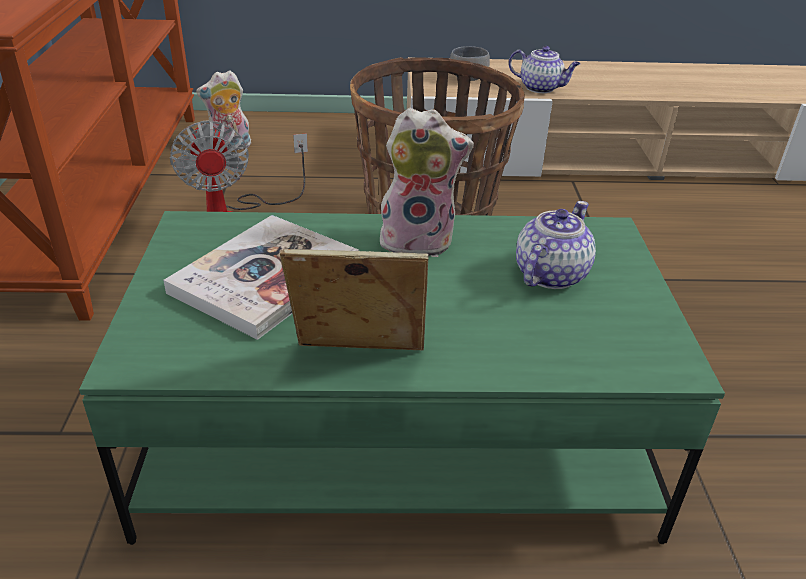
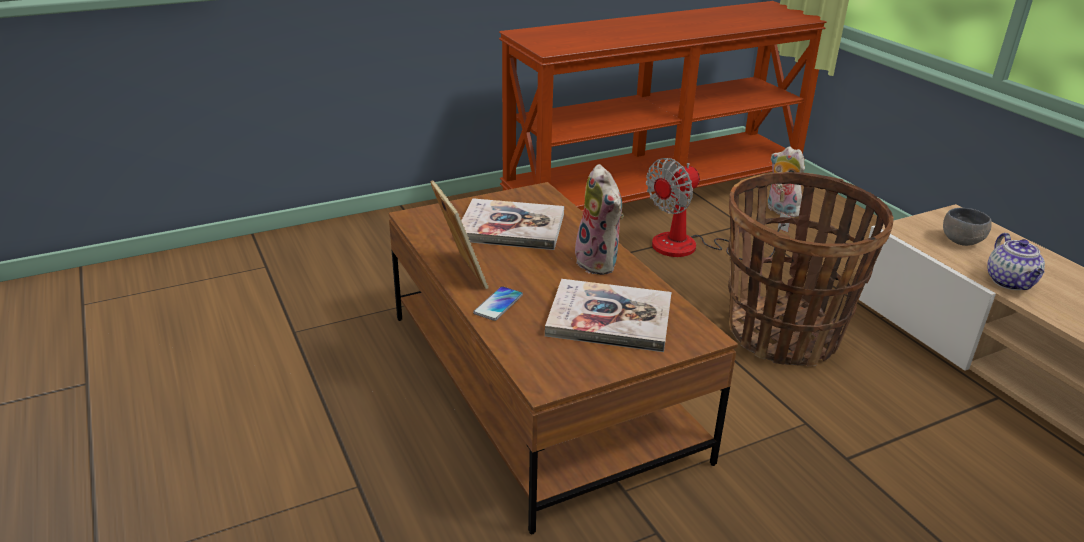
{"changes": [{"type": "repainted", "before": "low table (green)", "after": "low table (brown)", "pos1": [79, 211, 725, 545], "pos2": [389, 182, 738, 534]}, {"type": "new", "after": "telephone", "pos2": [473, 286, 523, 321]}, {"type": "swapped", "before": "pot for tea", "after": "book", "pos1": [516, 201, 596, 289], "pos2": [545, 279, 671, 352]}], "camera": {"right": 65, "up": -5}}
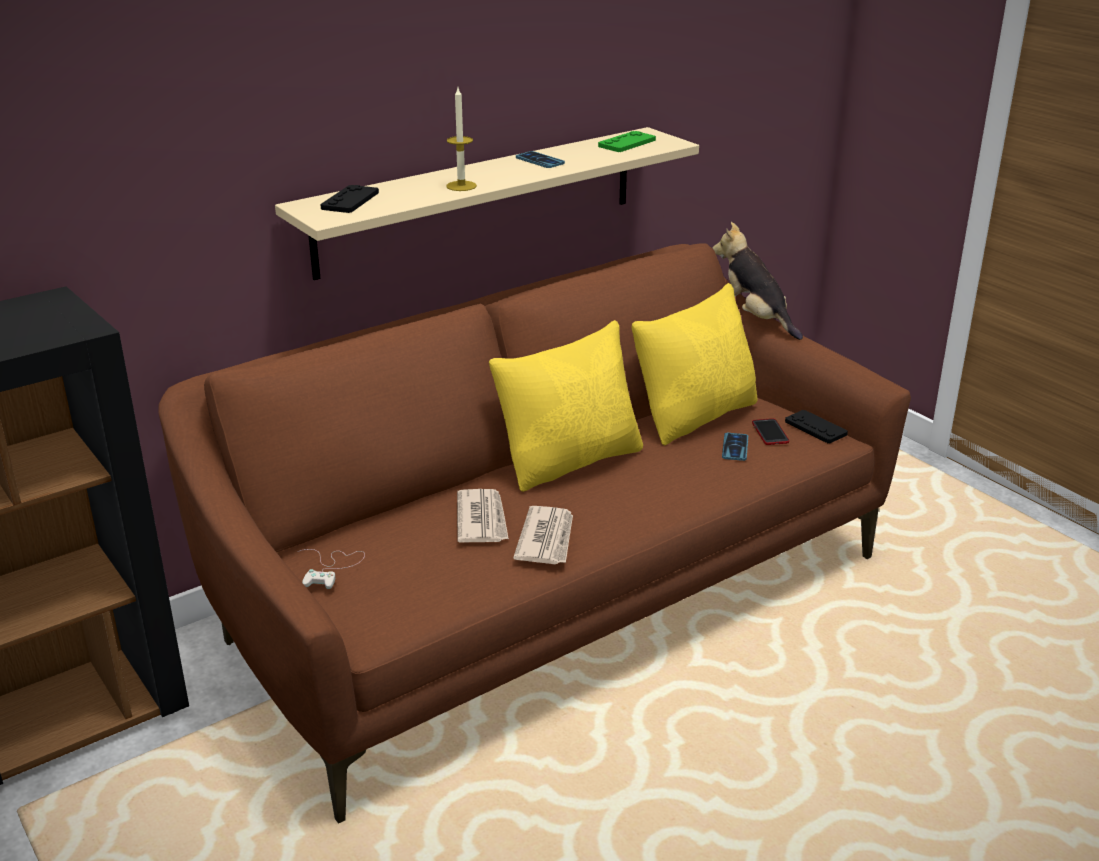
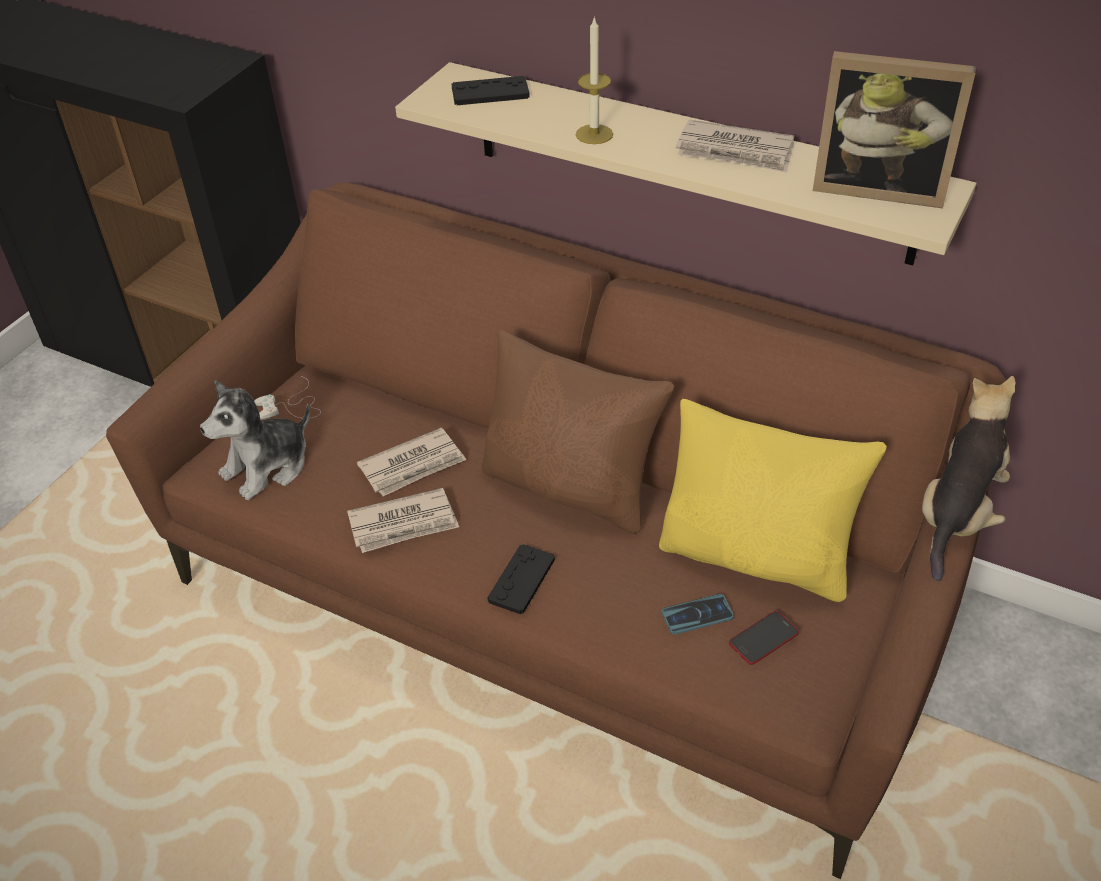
{"changes": [{"type": "new", "after": "plush toy", "pos2": [200, 380, 310, 500]}, {"type": "repainted", "before": "pillow (yellowish)", "after": "pillow (brown)", "pos1": [489, 320, 643, 492], "pos2": [481, 330, 674, 534]}, {"type": "shifted", "before": "joypad (black)", "pos1": [785, 410, 848, 443], "pos2": [487, 544, 555, 614]}, {"type": "swapped", "before": "telephone", "after": "daily paper", "pos1": [516, 151, 565, 168], "pos2": [676, 120, 794, 173]}, {"type": "swapped", "before": "joypad (green)", "after": "picture frame", "pos1": [598, 131, 656, 152], "pos2": [813, 51, 976, 208]}], "camera": {"right": 65, "up": 15}}
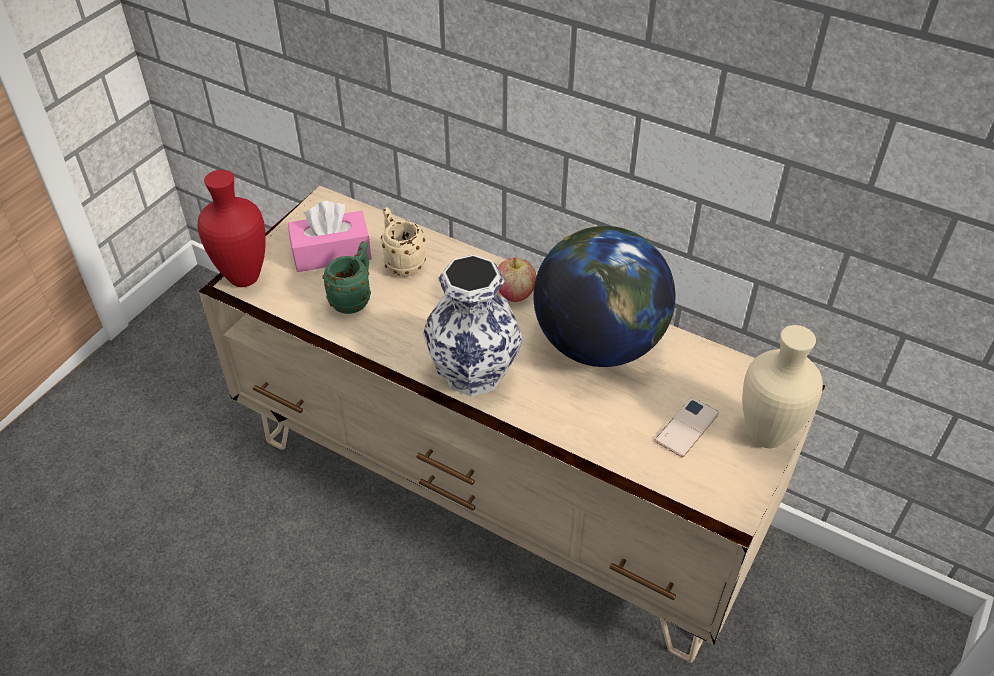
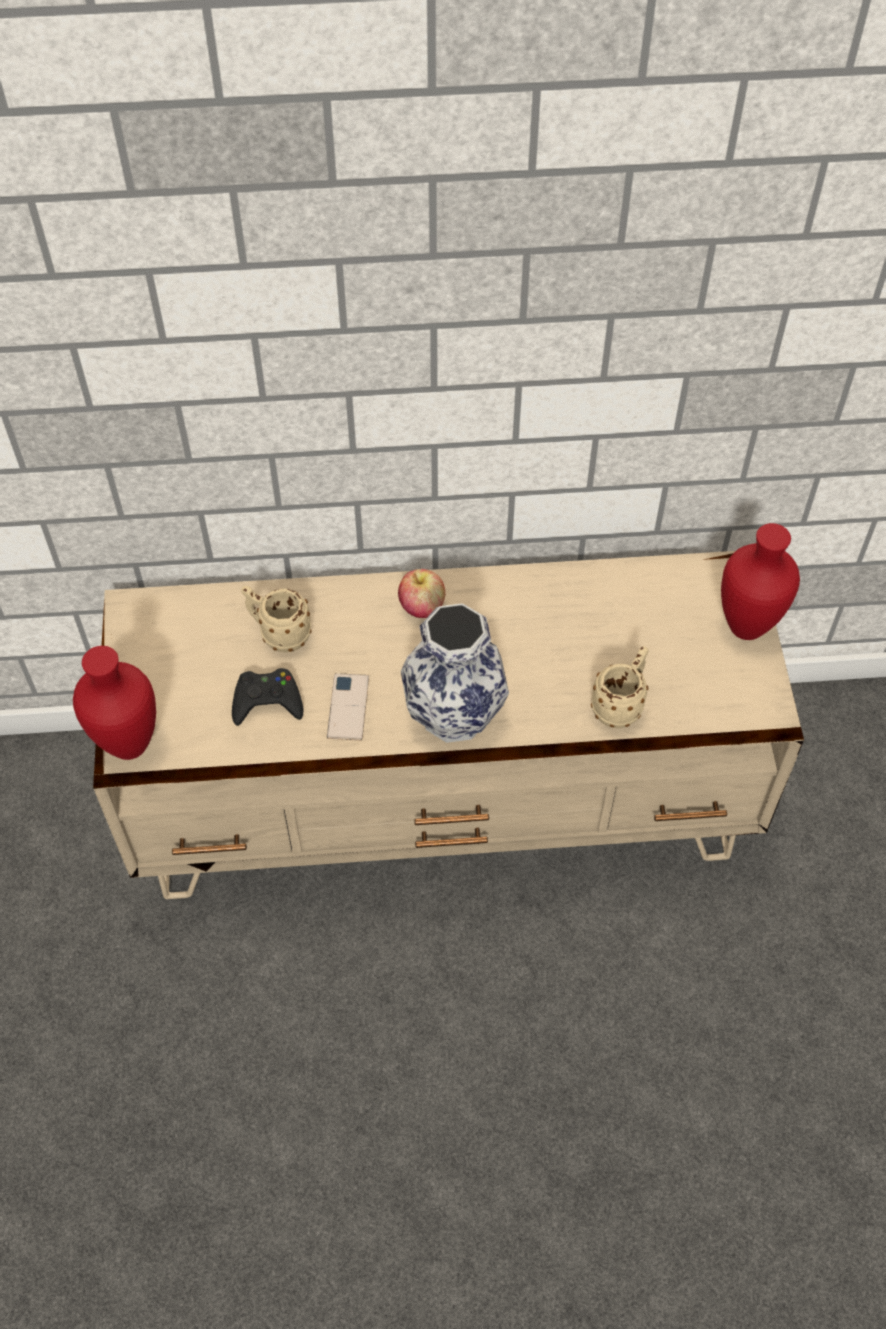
{"changes": [{"type": "swapped", "before": "mug (green)", "after": "joypad (black)", "pos1": [323, 241, 371, 314], "pos2": [232, 668, 303, 726]}, {"type": "shifted", "before": "telephone", "pos1": [654, 397, 719, 457], "pos2": [327, 673, 369, 740]}, {"type": "new", "after": "mug (beige-coloured)", "pos2": [591, 646, 648, 728]}, {"type": "repainted", "before": "vase (beige-coloured)", "after": "vase (red-coloured)", "pos1": [742, 325, 823, 448], "pos2": [721, 523, 800, 640]}, {"type": "gone", "before": "box of tissues (pinkish)", "pos1": [288, 201, 372, 272]}, {"type": "gone", "before": "world globe", "pos1": [534, 226, 675, 367]}], "camera": {"right": -35, "up": 10}}
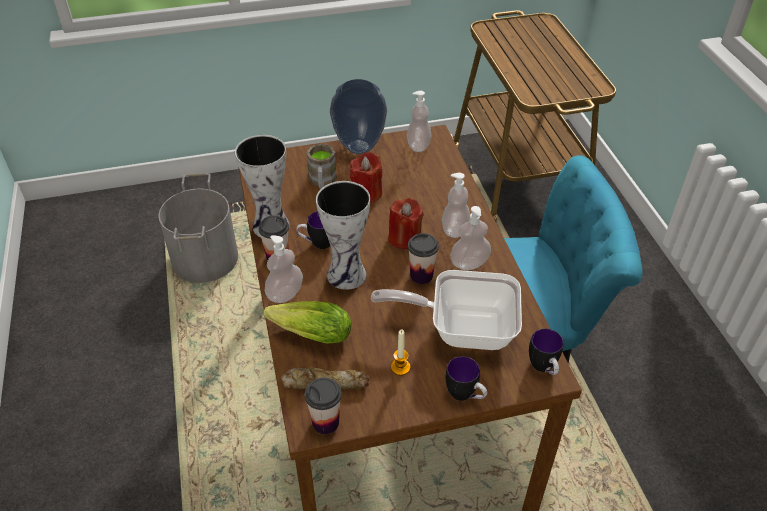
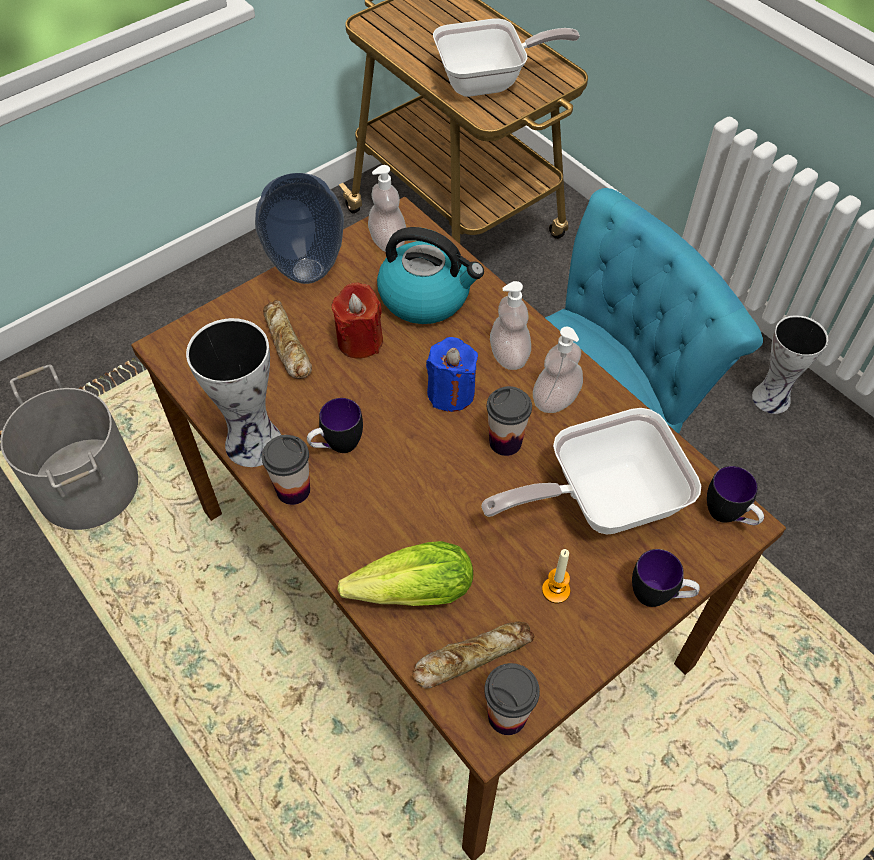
{"changes": [{"type": "swapped", "before": "mug (brown)", "after": "bakery bread", "pos1": [306, 144, 337, 189], "pos2": [263, 300, 312, 379]}, {"type": "new", "after": "kettle", "pos2": [377, 227, 484, 324]}, {"type": "repainted", "before": "wax candle (red-coloured)", "after": "wax candle (blue)", "pos1": [388, 198, 424, 249], "pos2": [426, 337, 478, 412]}, {"type": "new", "after": "pan", "pos2": [433, 18, 580, 97]}, {"type": "shifted", "before": "vase", "pos1": [316, 181, 370, 290], "pos2": [752, 315, 828, 414]}, {"type": "gone", "before": "soap bottle", "pos1": [264, 235, 303, 303]}], "camera": {"right": -25, "up": 10}}
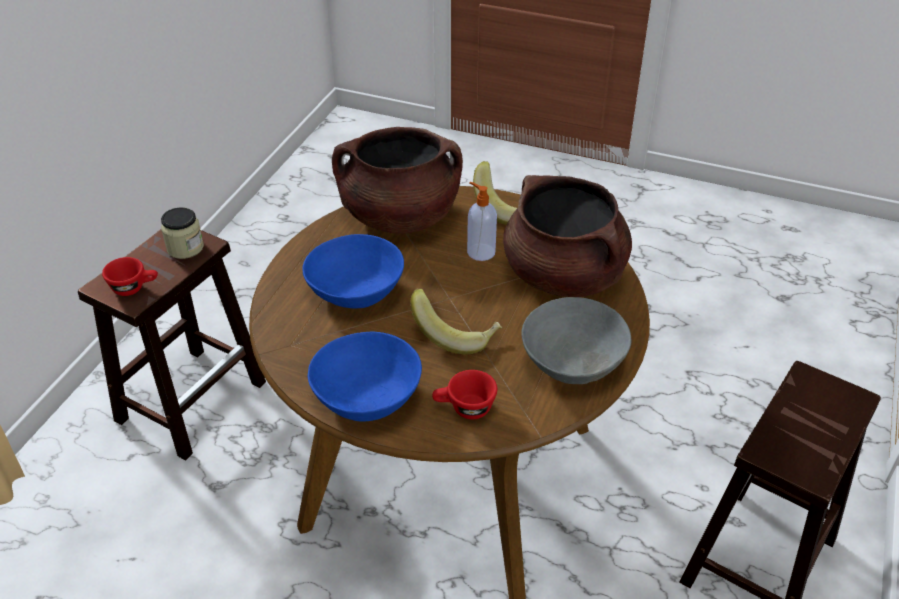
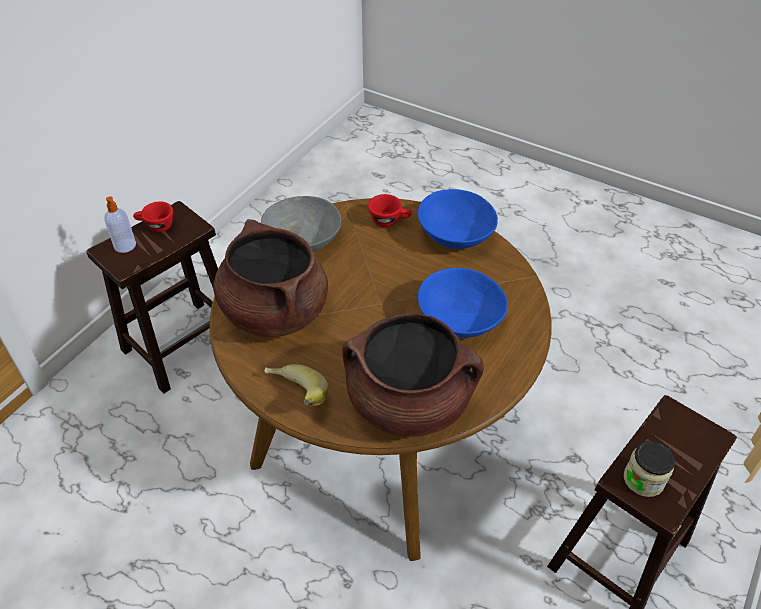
{"changes": [{"type": "shifted", "before": "soap bottle", "pos1": [467, 182, 497, 261], "pos2": [104, 196, 136, 253]}, {"type": "shifted", "before": "small cup (red-coloured)", "pos1": [102, 257, 158, 296], "pos2": [133, 201, 173, 232]}, {"type": "gone", "before": "banana fruit", "pos1": [410, 289, 502, 354]}], "camera": {"right": -170, "up": 5}}
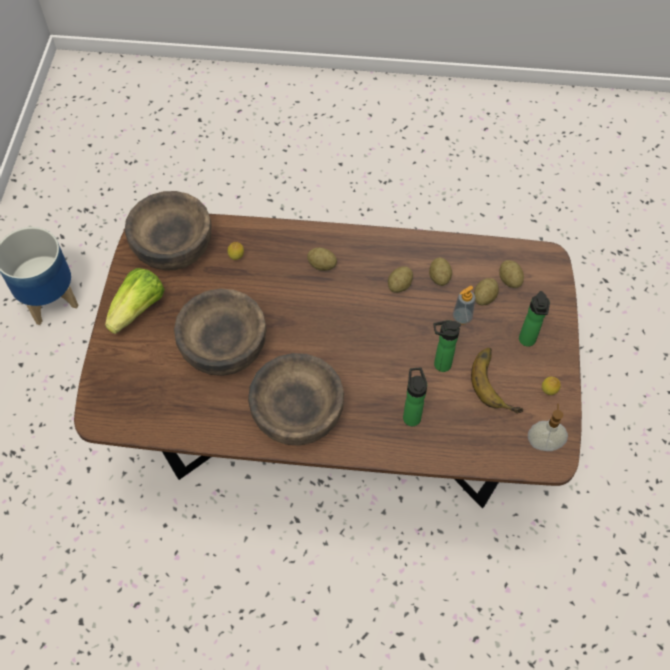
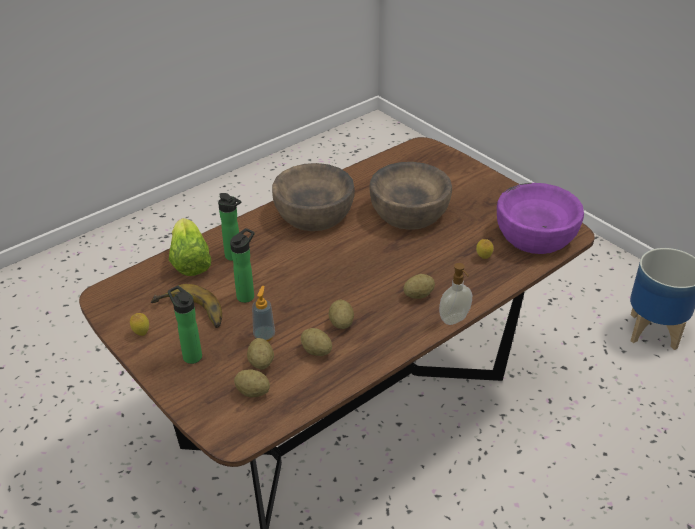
{"changes": [{"type": "shifted", "before": "head of lettuce", "pos1": [105, 268, 165, 334], "pos2": [169, 218, 211, 276]}, {"type": "shifted", "before": "soap bottle", "pos1": [528, 404, 568, 451], "pos2": [439, 263, 472, 325]}, {"type": "repainted", "before": "deep dish (brown)", "after": "deep dish (purplish)", "pos1": [125, 191, 211, 271], "pos2": [497, 183, 584, 254]}], "camera": {"right": 135, "up": -20}}
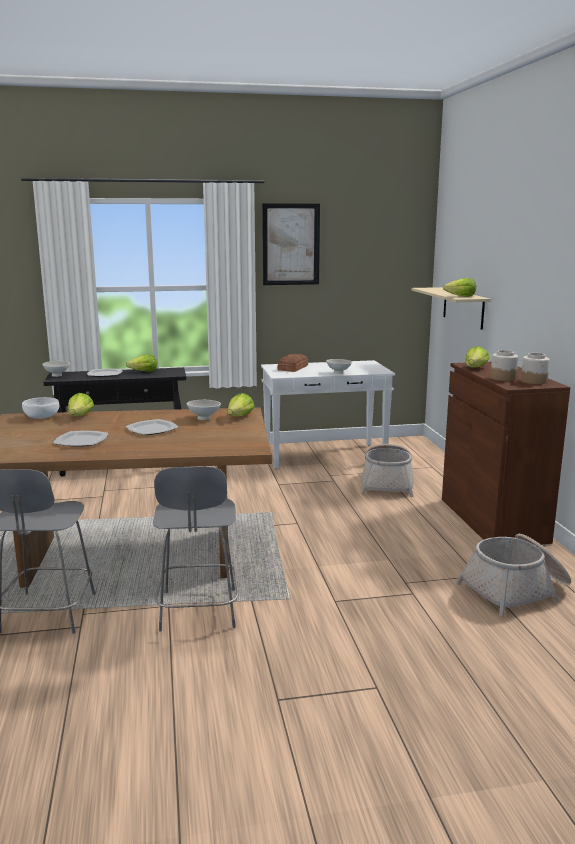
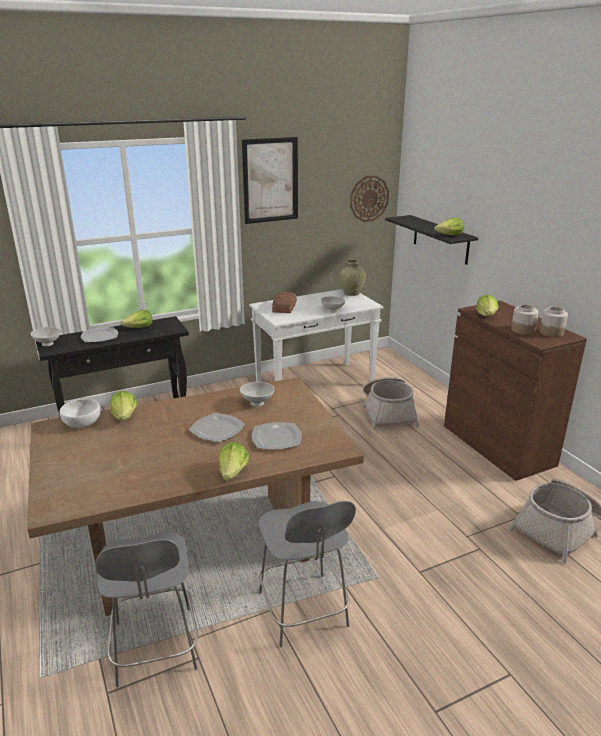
{"changes": [{"type": "shifted", "before": "head of lettuce", "pos1": [227, 393, 255, 416], "pos2": [219, 442, 250, 481]}, {"type": "shifted", "before": "dinner plate", "pos1": [53, 431, 108, 447], "pos2": [252, 422, 302, 450]}, {"type": "new", "after": "vase (beige-coloured)", "pos2": [339, 260, 366, 296]}, {"type": "new", "after": "hanging clock", "pos2": [350, 175, 389, 222]}, {"type": "repainted", "before": "bracket shelf (beige-coloured)", "after": "bracket shelf (black)", "pos1": [411, 287, 491, 330], "pos2": [385, 215, 478, 265]}], "camera": {"right": -15, "up": 10}}
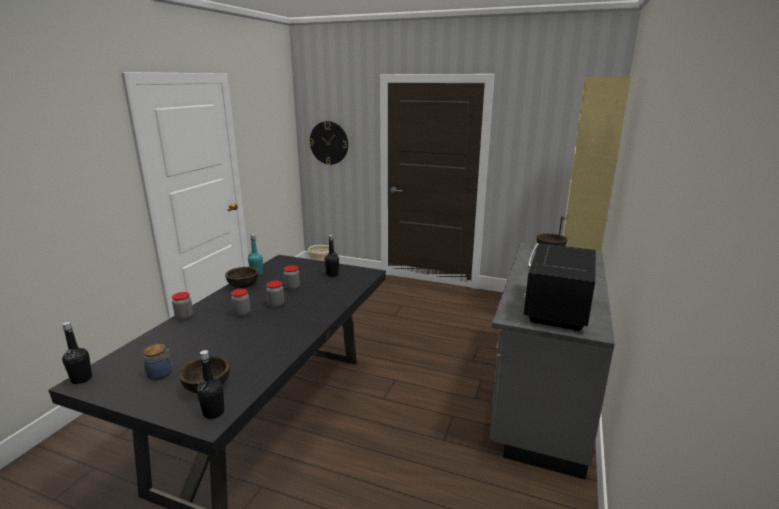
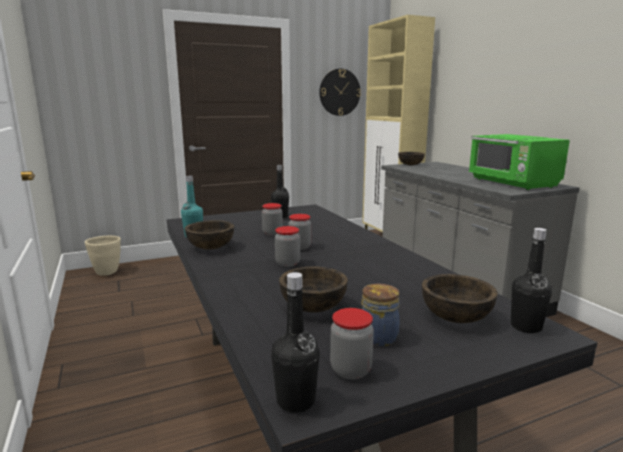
{"changes": [{"type": "new", "after": "deep dish (brown)", "pos2": [279, 266, 348, 313]}, {"type": "shifted", "before": "hanging clock", "pos1": [309, 121, 348, 165], "pos2": [319, 69, 361, 116]}, {"type": "shifted", "before": "preserve jar", "pos1": [172, 292, 193, 321], "pos2": [330, 308, 374, 380]}, {"type": "repainted", "before": "microwave oven (black)", "after": "microwave oven (green)", "pos1": [524, 243, 596, 331], "pos2": [469, 134, 570, 190]}], "camera": {"right": -45, "up": -5}}
